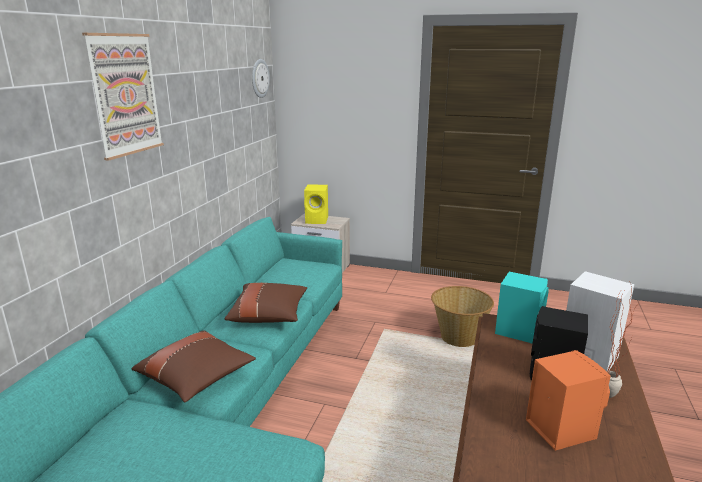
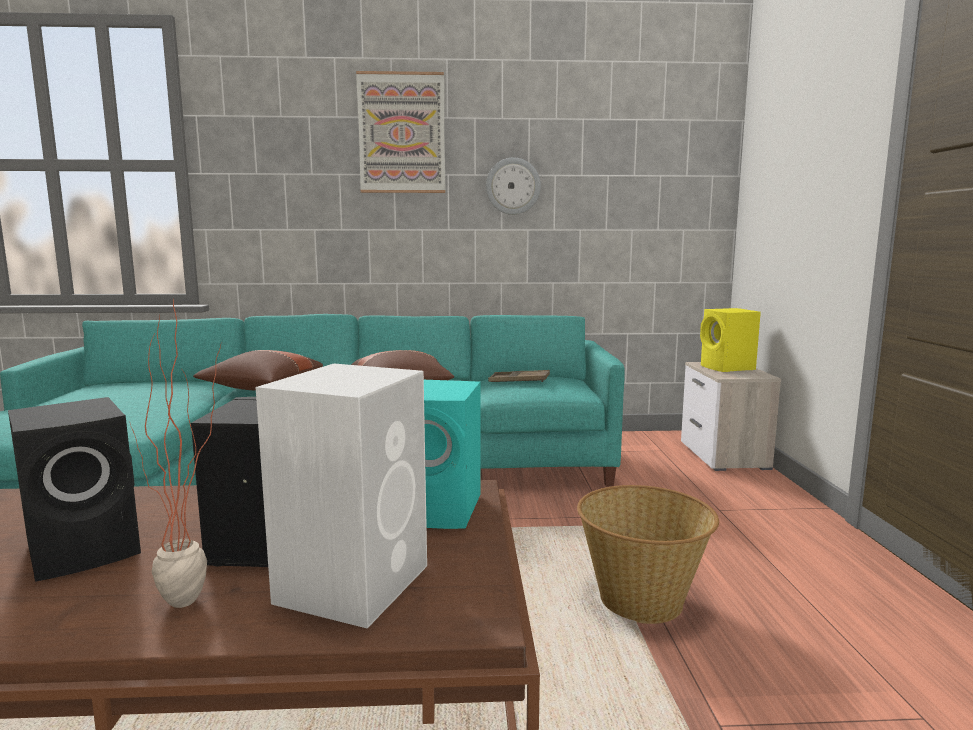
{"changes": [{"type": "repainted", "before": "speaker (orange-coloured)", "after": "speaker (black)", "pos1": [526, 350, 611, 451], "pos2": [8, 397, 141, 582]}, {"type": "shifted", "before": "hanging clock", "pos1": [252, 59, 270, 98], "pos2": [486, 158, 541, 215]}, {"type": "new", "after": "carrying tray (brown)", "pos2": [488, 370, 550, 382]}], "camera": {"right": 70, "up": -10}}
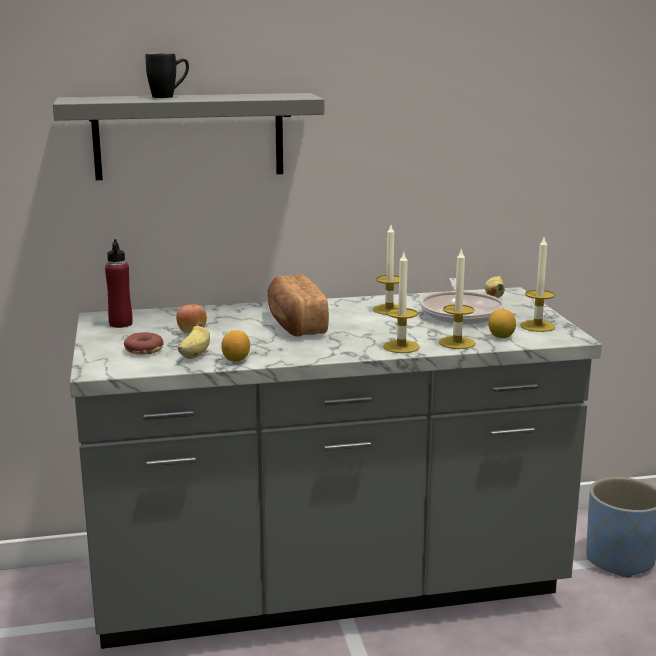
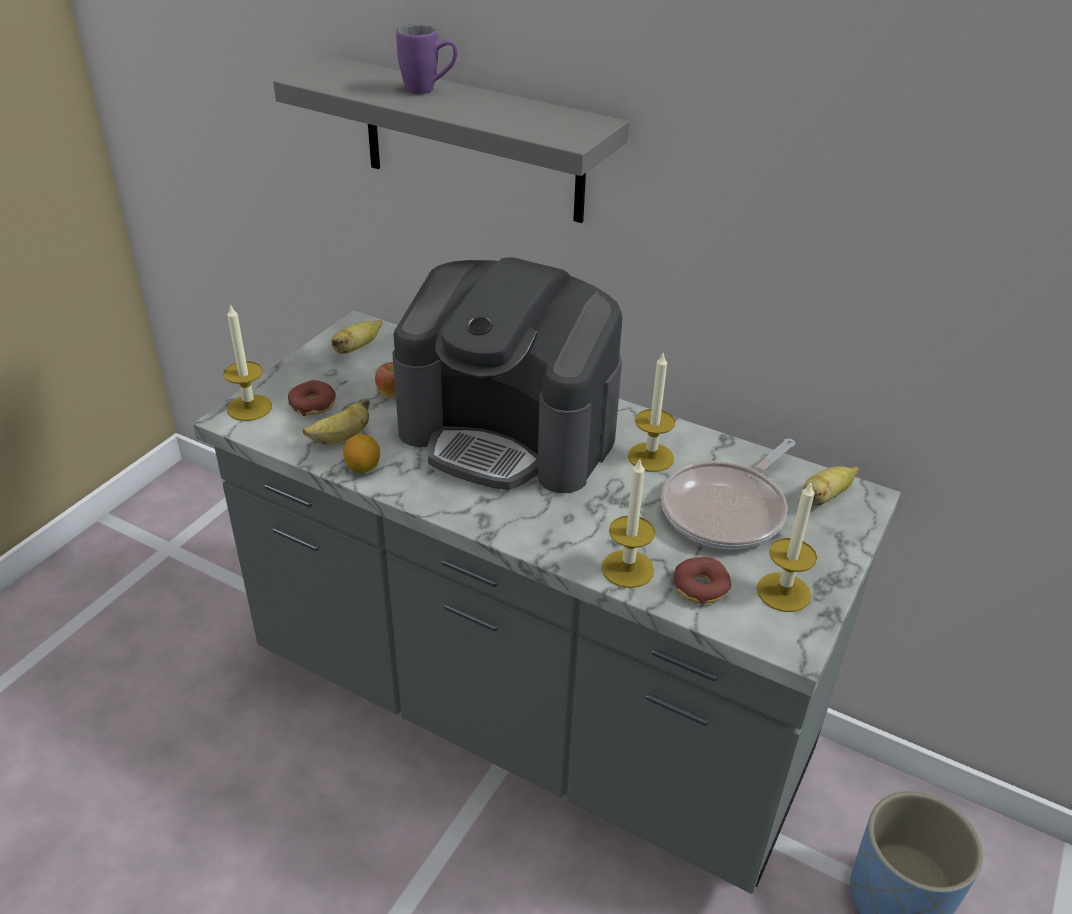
{"changes": [{"type": "shifted", "before": "wax candle", "pos1": [383, 253, 420, 353], "pos2": [223, 304, 272, 421]}, {"type": "swapped", "before": "beverage bottle (red-coloured)", "after": "banana fruit", "pos1": [105, 239, 133, 328], "pos2": [331, 320, 382, 354]}, {"type": "swapped", "before": "bakery bread", "after": "coffee brewer", "pos1": [268, 274, 329, 337], "pos2": [392, 257, 622, 493]}, {"type": "repainted", "before": "mug (black)", "after": "mug (purplish)", "pos1": [146, 53, 189, 98], "pos2": [396, 24, 458, 94]}, {"type": "swapped", "before": "citrus fruit", "after": "donut", "pos1": [488, 309, 516, 338], "pos2": [674, 557, 731, 604]}], "camera": {"right": 40, "up": 20}}
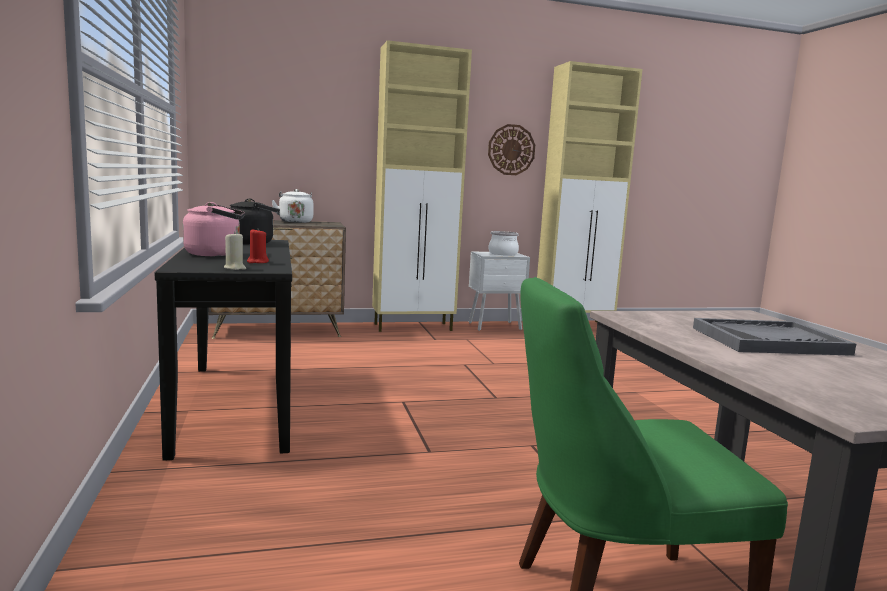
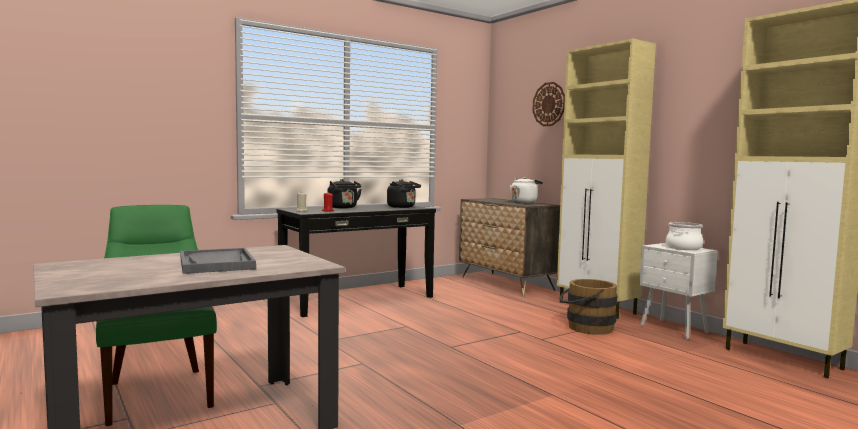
{"changes": [{"type": "repainted", "before": "kettle (pinkish)", "after": "kettle (black)", "pos1": [183, 202, 245, 256], "pos2": [327, 179, 362, 209]}, {"type": "shifted", "before": "hanging clock", "pos1": [488, 124, 535, 175], "pos2": [533, 82, 565, 126]}, {"type": "new", "after": "water bucket (brown)", "pos2": [559, 279, 618, 335]}], "camera": {"right": 70, "up": -5}}
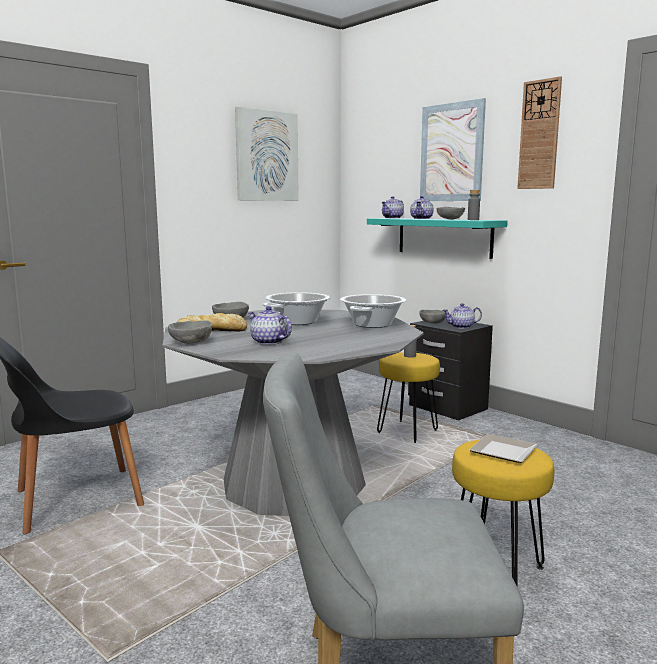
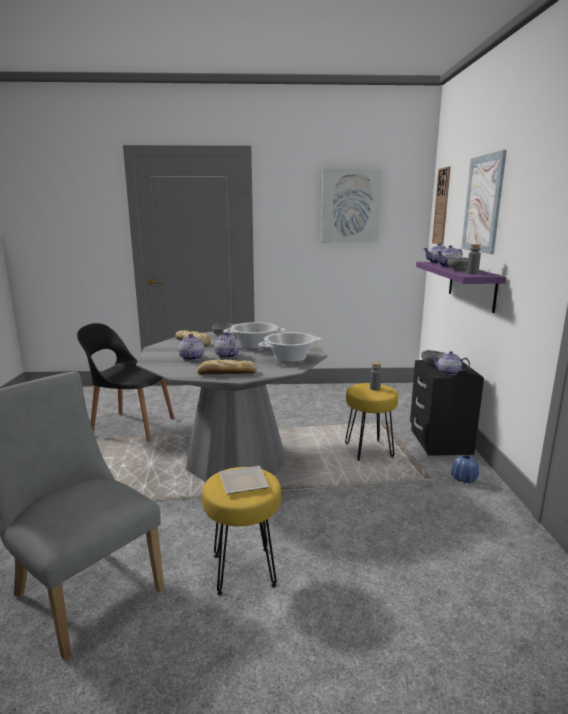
{"changes": [{"type": "new", "after": "bakery bread", "pos2": [197, 360, 257, 374]}, {"type": "new", "after": "pot for tea", "pos2": [214, 332, 240, 359]}, {"type": "repainted", "before": "bracket shelf (blue-green)", "after": "bracket shelf (purplish)", "pos1": [367, 218, 507, 259], "pos2": [416, 262, 506, 313]}, {"type": "shifted", "before": "hanging clock", "pos1": [517, 76, 562, 189], "pos2": [432, 166, 451, 245]}, {"type": "new", "after": "vase (blue)", "pos2": [451, 455, 479, 483]}, {"type": "gone", "before": "deep dish (greyish)", "pos1": [168, 320, 213, 344]}], "camera": {"right": 40, "up": 5}}
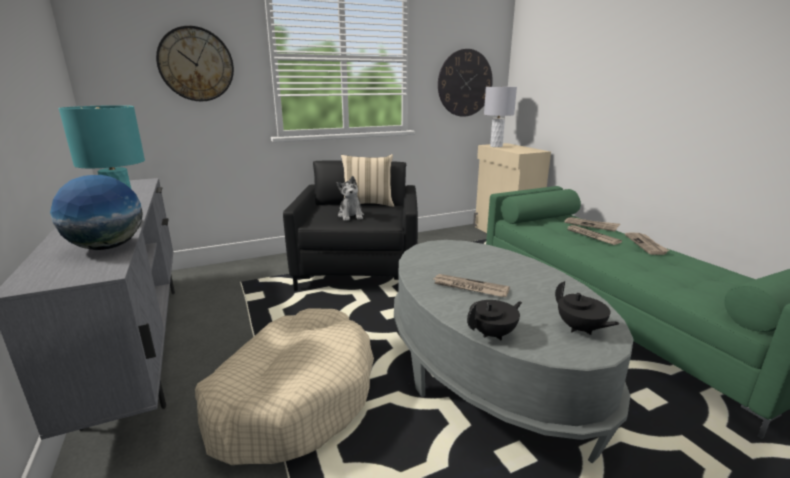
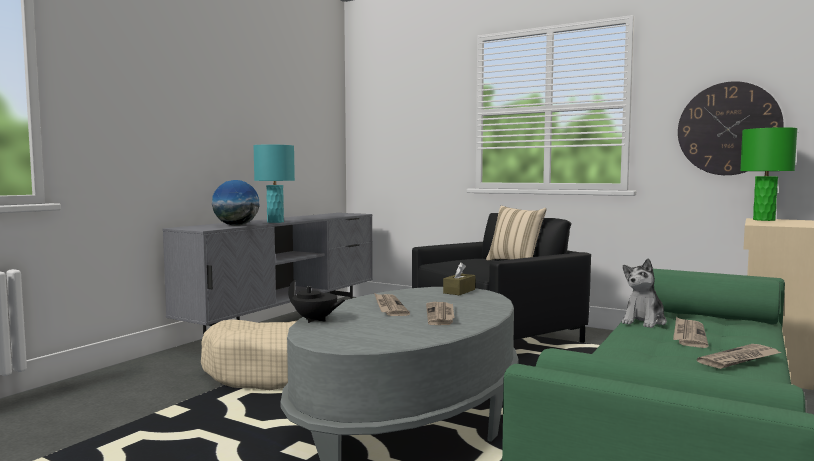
{"changes": [{"type": "shifted", "before": "daily paper", "pos1": [564, 217, 620, 232], "pos2": [426, 302, 455, 325]}, {"type": "new", "after": "box of tissues (brown)", "pos2": [443, 262, 475, 295]}, {"type": "shifted", "before": "plush toy", "pos1": [337, 176, 364, 221], "pos2": [622, 258, 667, 328]}, {"type": "repainted", "before": "tabletop lamp (greyish)", "after": "tabletop lamp (green)", "pos1": [484, 87, 517, 147], "pos2": [740, 127, 797, 221]}, {"type": "gone", "before": "hanging clock", "pos1": [156, 26, 234, 101]}, {"type": "gone", "before": "pot for tea (black)", "pos1": [555, 281, 620, 335]}], "camera": {"right": 55, "up": -15}}
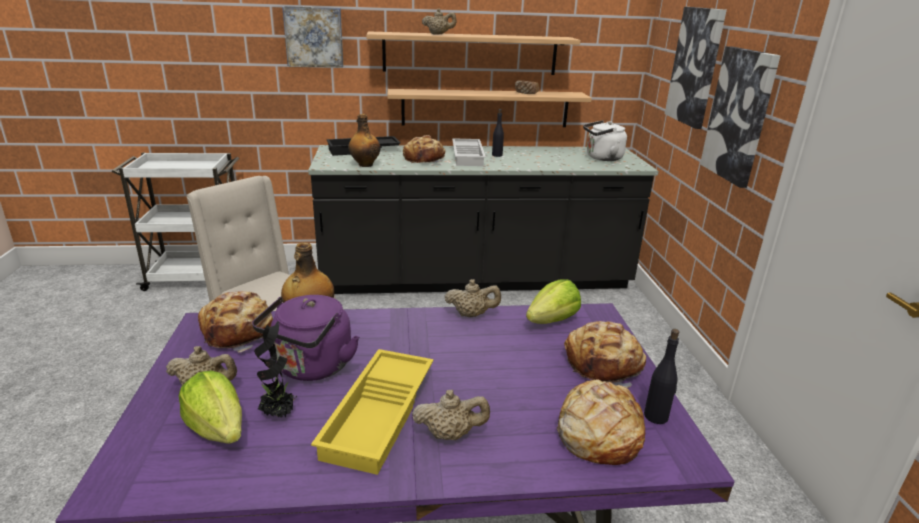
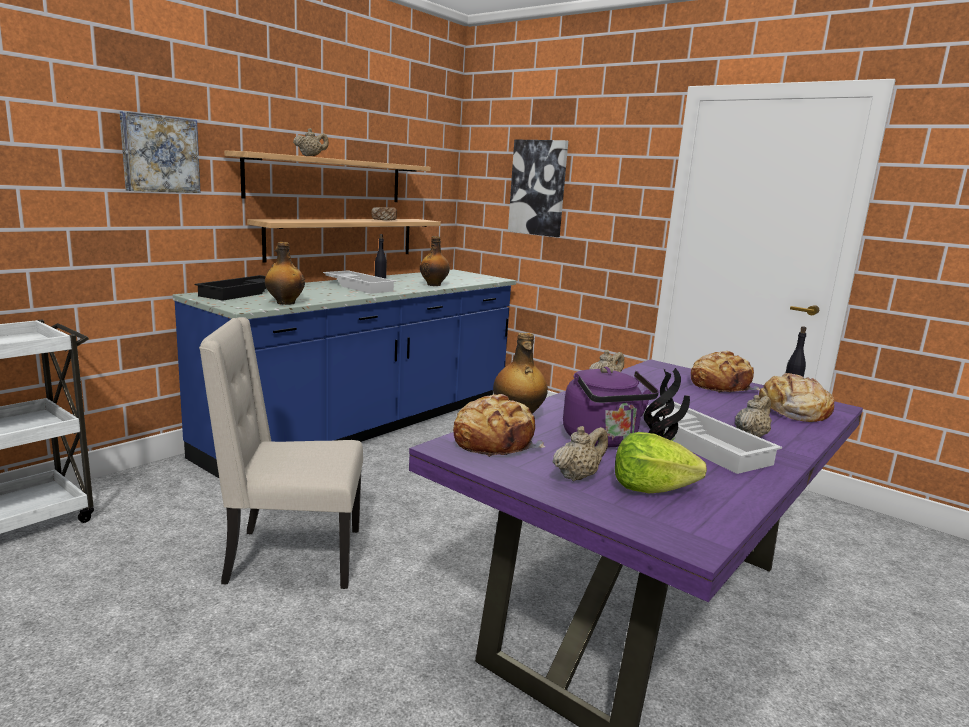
{"changes": [{"type": "repainted", "before": "counter (black)", "after": "counter (blue)", "pos1": [308, 145, 659, 294], "pos2": [173, 269, 516, 478]}, {"type": "new", "after": "beverage bottle", "pos2": [420, 236, 450, 286]}, {"type": "repainted", "before": "carrying tray (yellowish)", "after": "carrying tray (white-coloured)", "pos1": [311, 349, 434, 475], "pos2": [643, 402, 782, 474]}, {"type": "gone", "before": "bakery bread", "pos1": [403, 135, 445, 163]}, {"type": "gone", "before": "head of lettuce", "pos1": [526, 280, 581, 324]}, {"type": "gone", "before": "kettle (white-coloured)", "pos1": [583, 120, 627, 161]}, {"type": "gone", "before": "wall picture", "pos1": [700, 46, 781, 188]}], "camera": {"right": -45, "up": -10}}
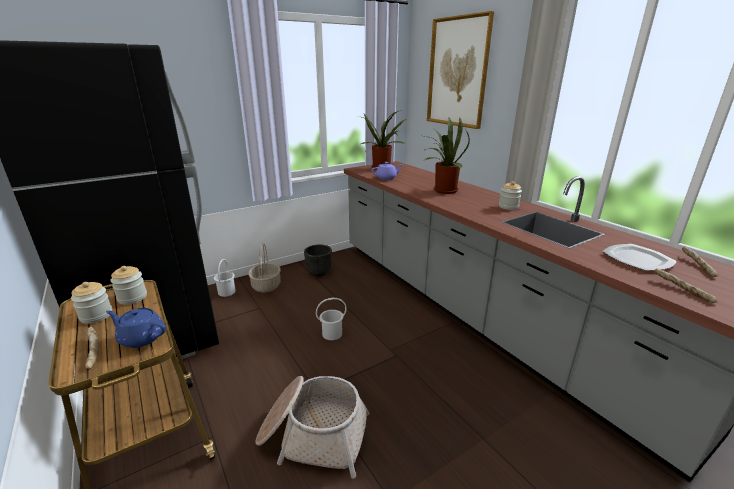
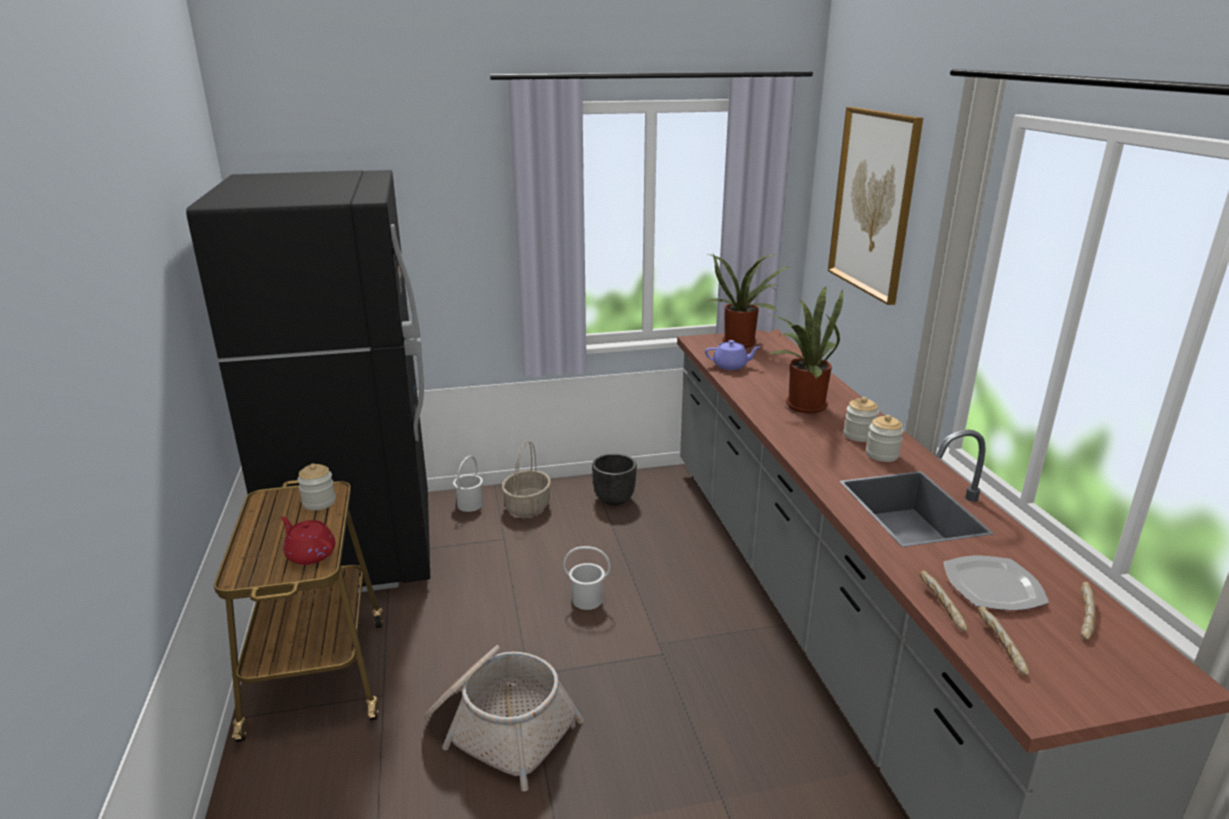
{"changes": [{"type": "repainted", "before": "pot for tea (blue)", "after": "pot for tea (red-coloured)", "pos1": [106, 308, 166, 348], "pos2": [281, 516, 335, 565]}, {"type": "shifted", "before": "preserve jar", "pos1": [71, 282, 112, 324], "pos2": [844, 397, 879, 442]}, {"type": "shifted", "before": "bakery bread", "pos1": [85, 327, 99, 369], "pos2": [920, 570, 967, 631]}], "camera": {"right": 20, "up": 0}}
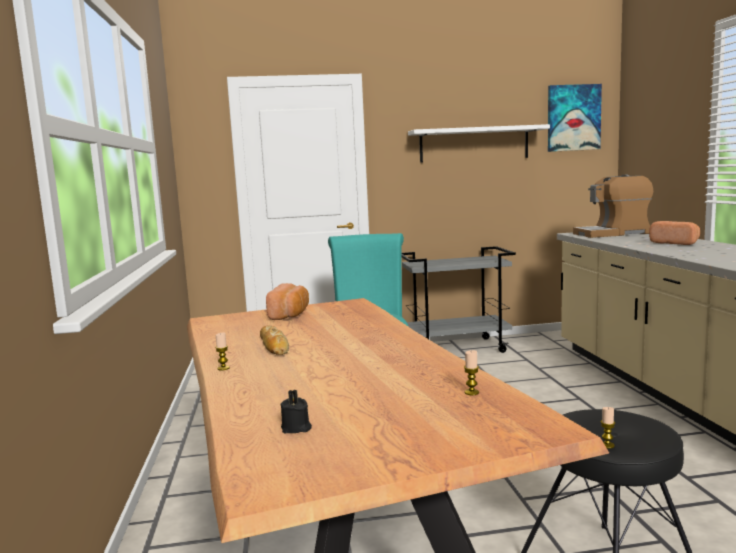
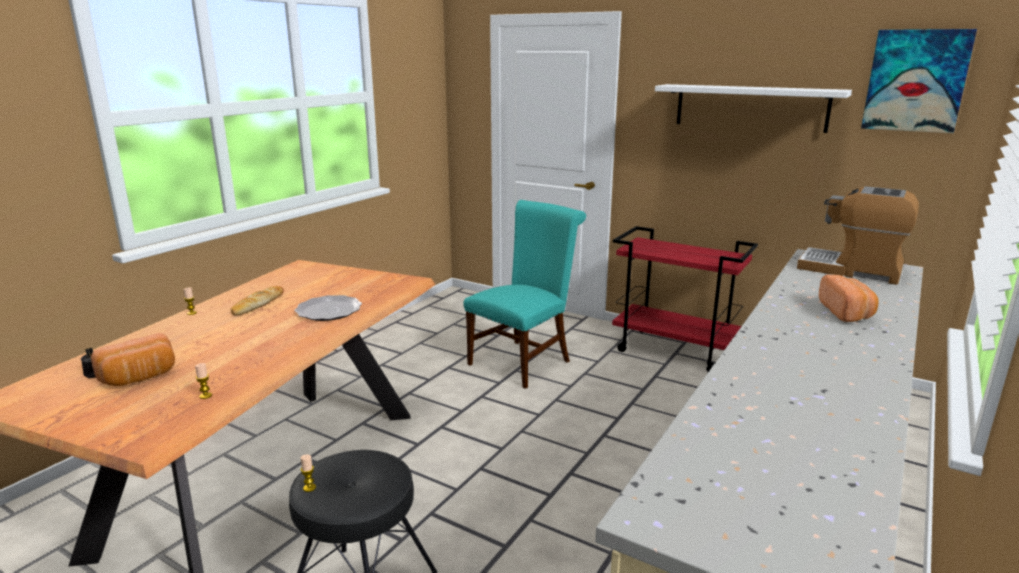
{"changes": [{"type": "shifted", "before": "bakery bread", "pos1": [266, 283, 309, 320], "pos2": [91, 333, 175, 386]}, {"type": "new", "after": "dinner plate", "pos2": [295, 295, 362, 321]}, {"type": "repainted", "before": "cart (greyish)", "after": "cart (red-coloured)", "pos1": [402, 246, 516, 353], "pos2": [612, 226, 758, 372]}], "camera": {"right": 40, "up": 10}}
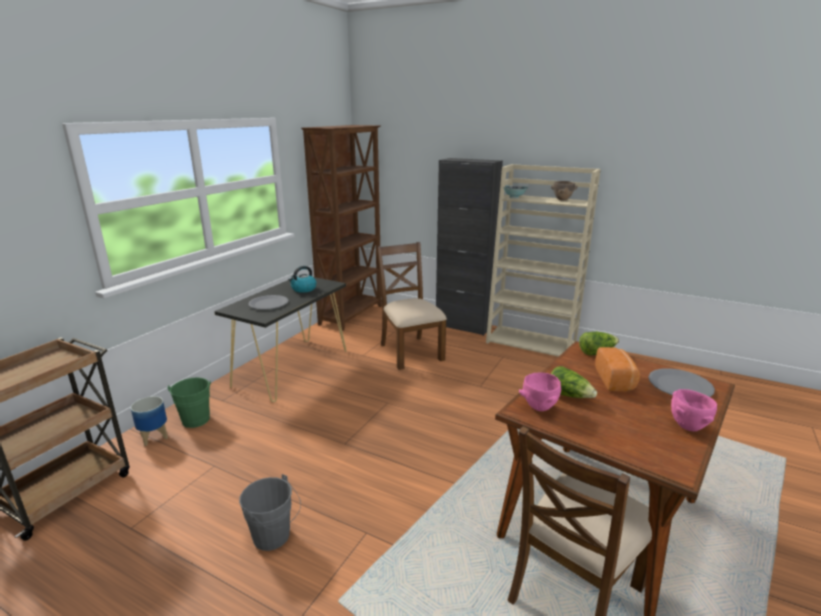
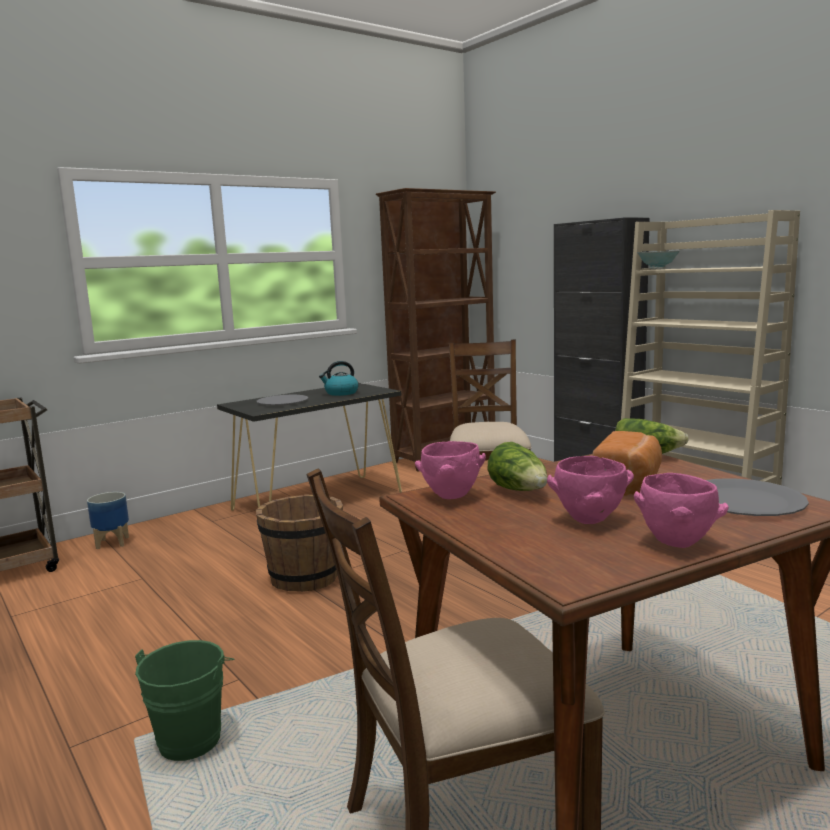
{"changes": [{"type": "shifted", "before": "water bucket (green)", "pos1": [168, 377, 211, 428], "pos2": [135, 640, 235, 761]}, {"type": "new", "after": "water bucket (brown)", "pos2": [256, 494, 343, 592]}, {"type": "new", "after": "deep dish (pinkish)", "pos2": [547, 456, 634, 524]}, {"type": "gone", "before": "water bucket (greyish)", "pos1": [239, 474, 301, 551]}, {"type": "gone", "before": "deep dish (brown)", "pos1": [551, 181, 578, 201]}], "camera": {"right": 25, "up": -10}}
